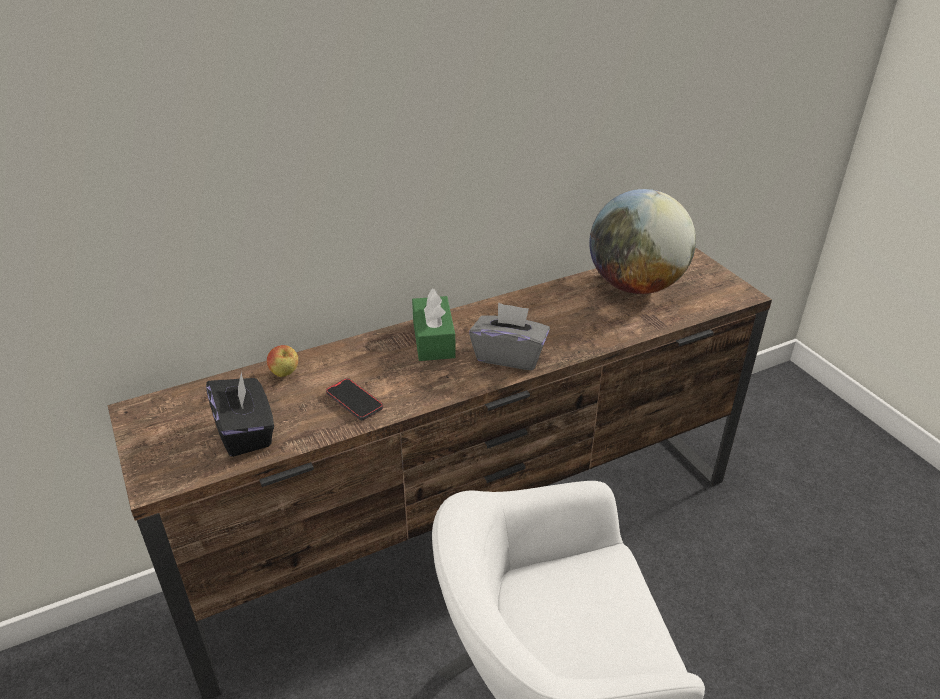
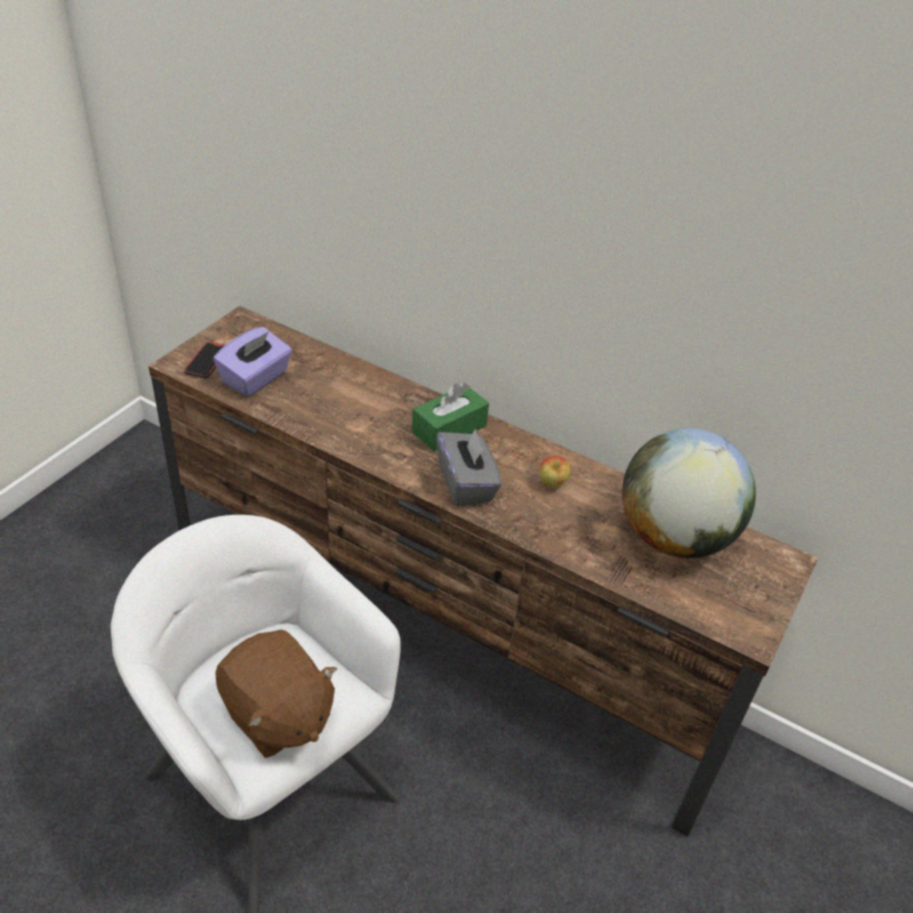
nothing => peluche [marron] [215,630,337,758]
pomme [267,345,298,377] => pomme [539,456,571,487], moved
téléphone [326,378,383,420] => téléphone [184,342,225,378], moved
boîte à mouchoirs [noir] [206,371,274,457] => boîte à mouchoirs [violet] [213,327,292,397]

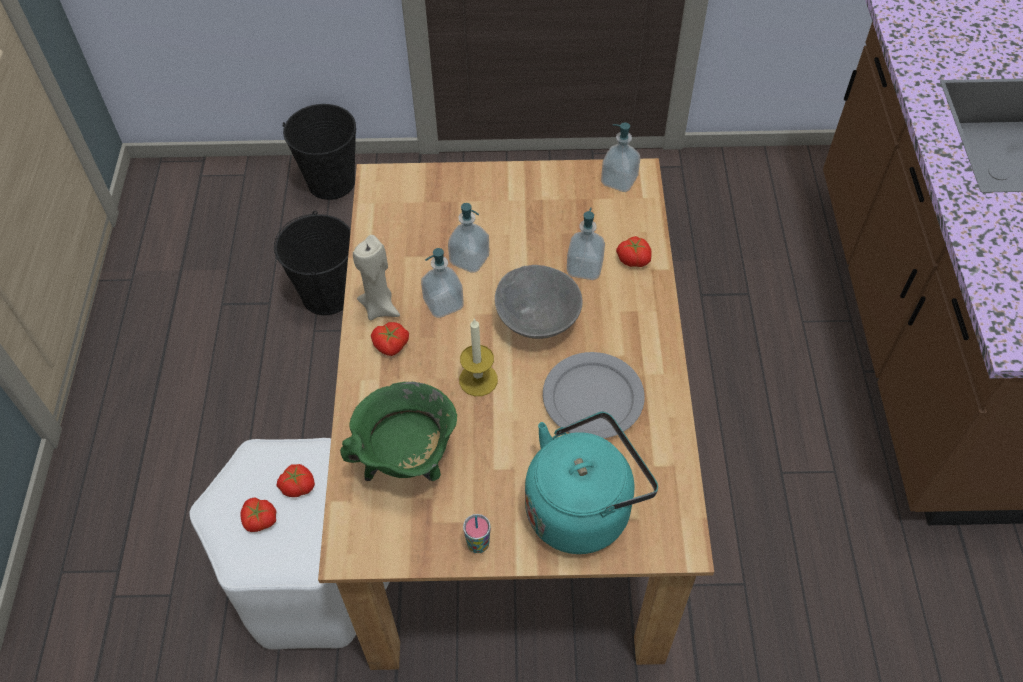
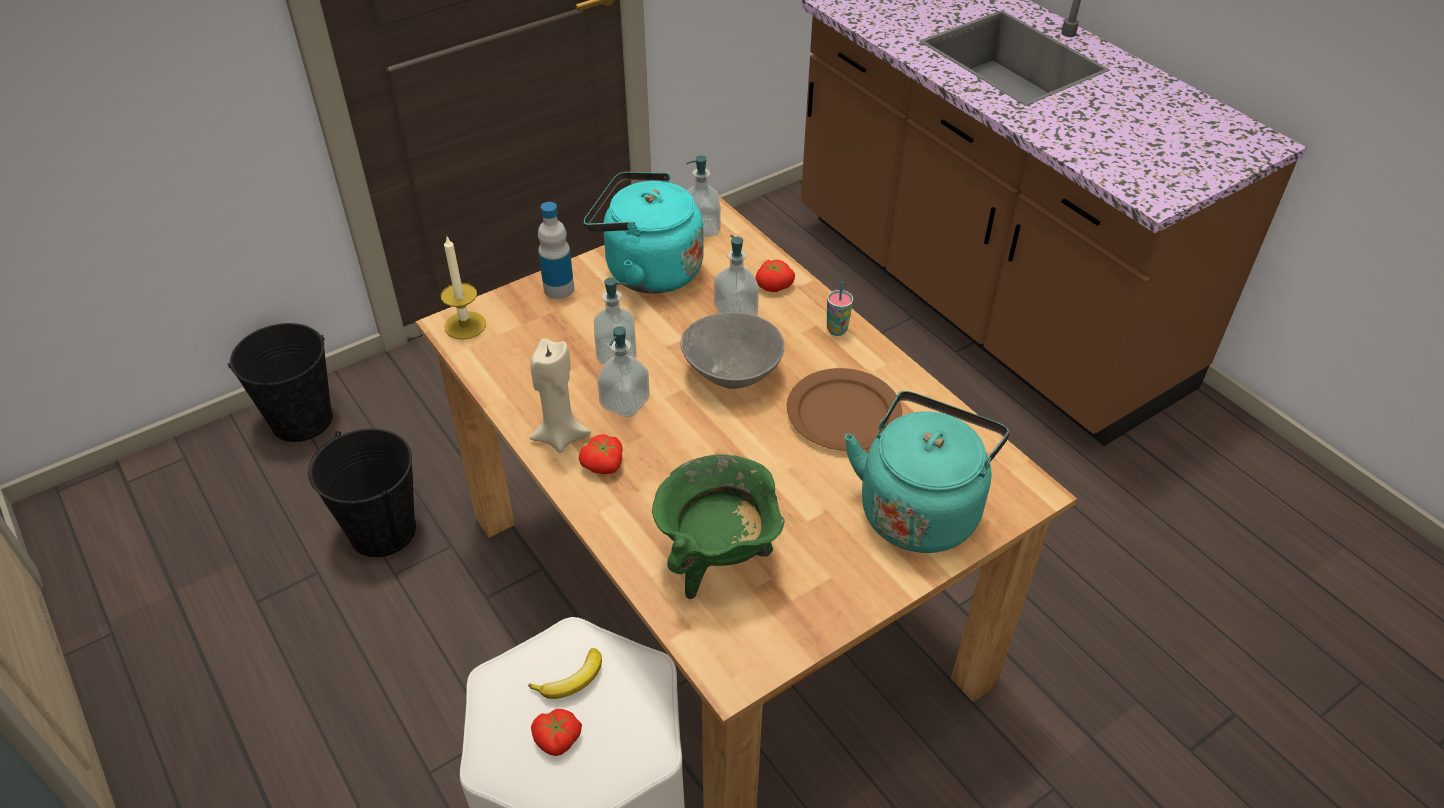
nothing => bouteille [538,202,574,299]
nothing => bouilloire [turquoise] [584,172,704,294]
bougie [459,318,498,396] => bougie [441,235,486,340], moved
tasse [463,514,491,553] => tasse [827,281,853,336], moved
tomate [277,464,315,497] => banane [528,648,602,699]
assiette [gris] [543,352,645,438] => assiette [marron] [787,368,902,451]

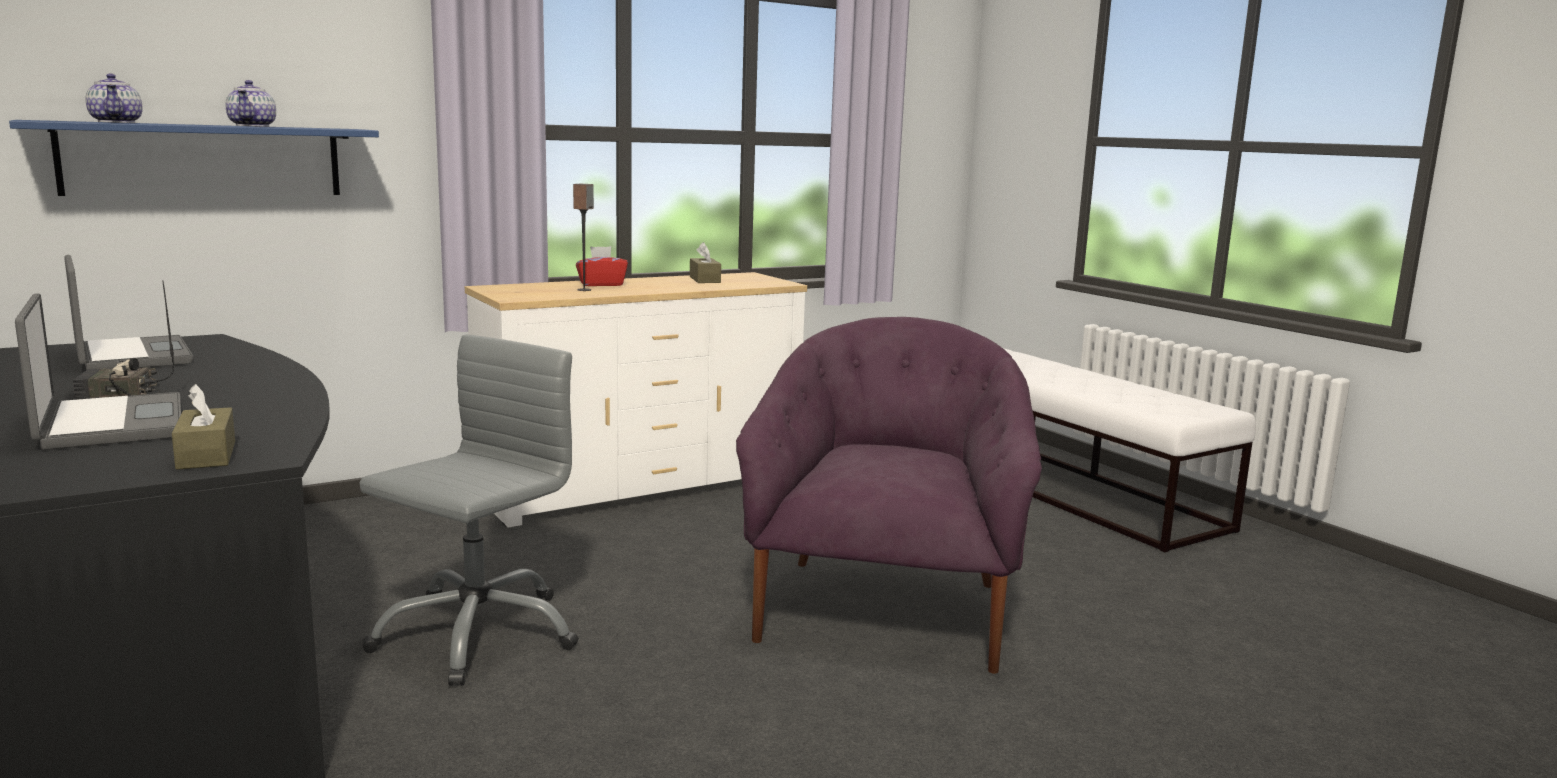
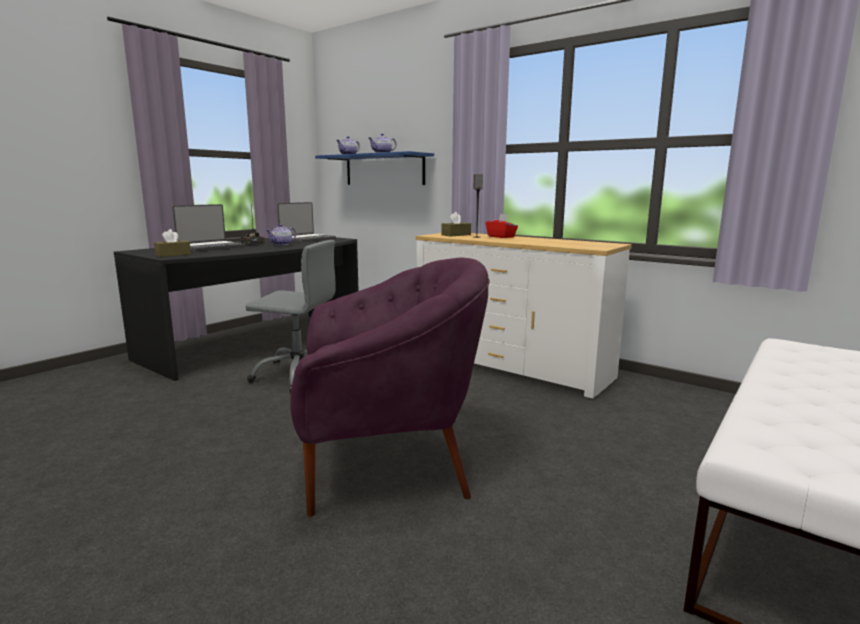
nothing => théière [266,224,296,245]
boîte à mouchoirs [marron] [690,242,721,283] => boîte à mouchoirs [marron] [441,212,471,236], moved

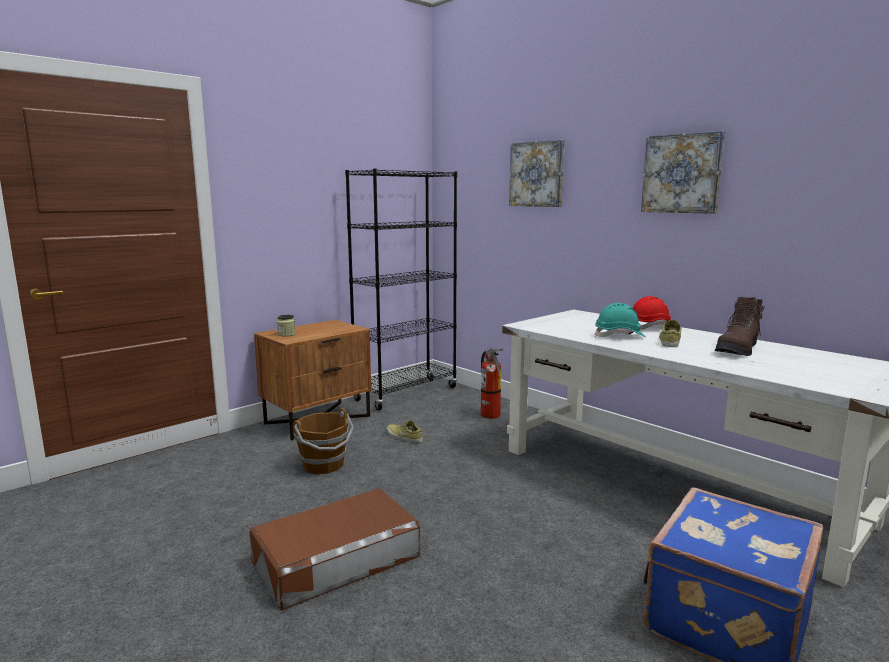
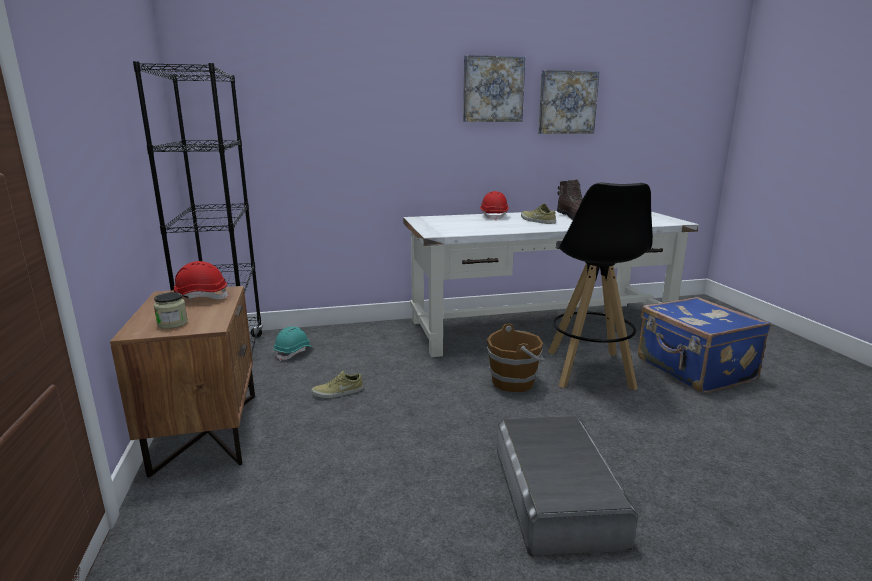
extincteur [481,348,503,419] => nothing
nothing => casque de chantier [rouge] [173,261,229,299]
nothing => tabouret [noir] [548,182,653,391]
seau [marron] [293,409,354,474] => seau [marron] [487,323,544,392], moved
tableau [509,140,565,207] => tableau [538,70,600,134], moved
casque de chantier [turquoise] [595,303,646,338] => casque de chantier [turquoise] [274,326,313,361], moved
boîte de rangement [marron] [249,489,420,610] => boîte de rangement [gris] [497,416,639,556]

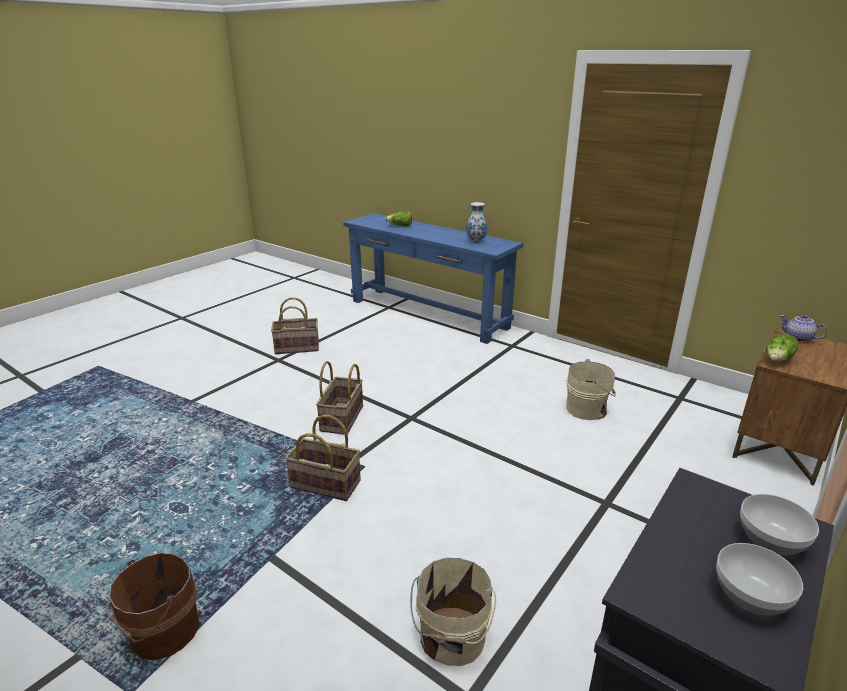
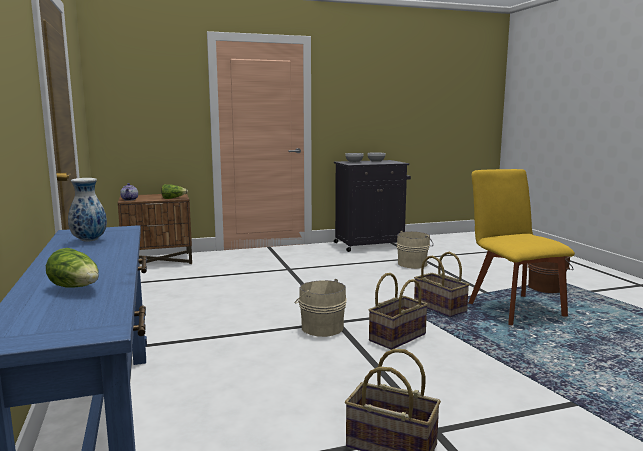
nothing => chaise [jaune] [468,169,575,325]
seau [beige] [566,359,616,420] => seau [beige] [295,279,347,337], moved

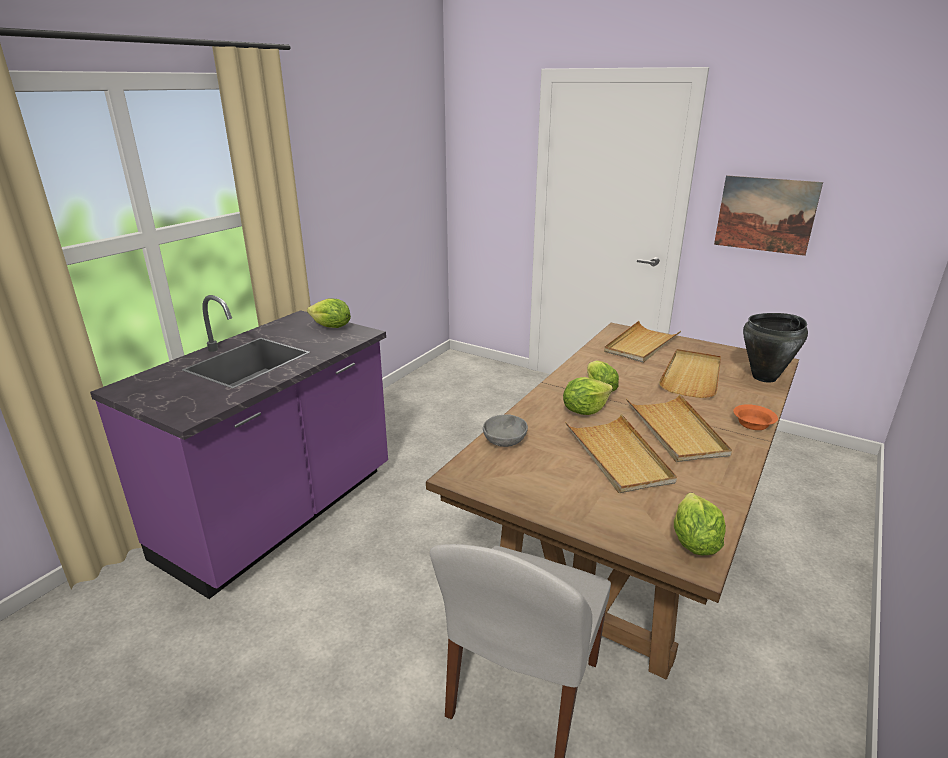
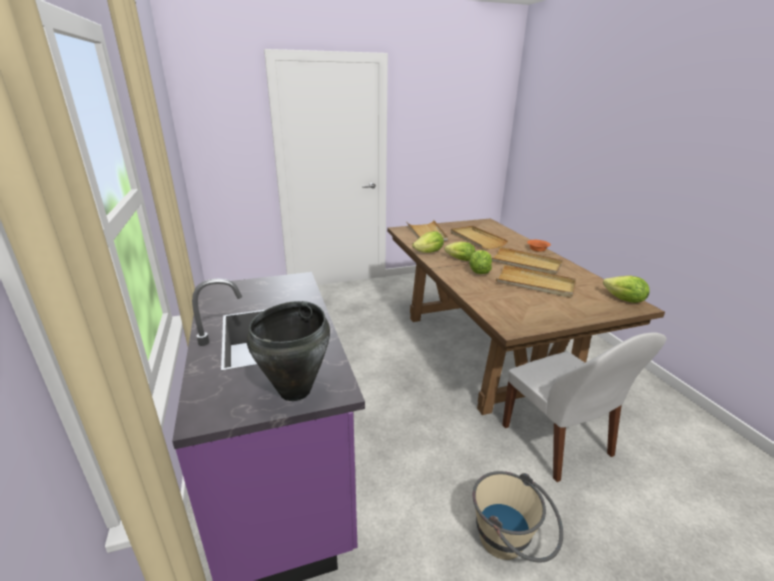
bol [gris] [483,414,528,447] => nothing
tableau [714,175,823,256] => nothing
nothing => seau [beige] [472,471,563,563]
laitue [307,298,351,328] => laitue [412,231,444,253], moved
marmite [noir] [743,313,808,382] => marmite [noir] [247,301,330,401], moved

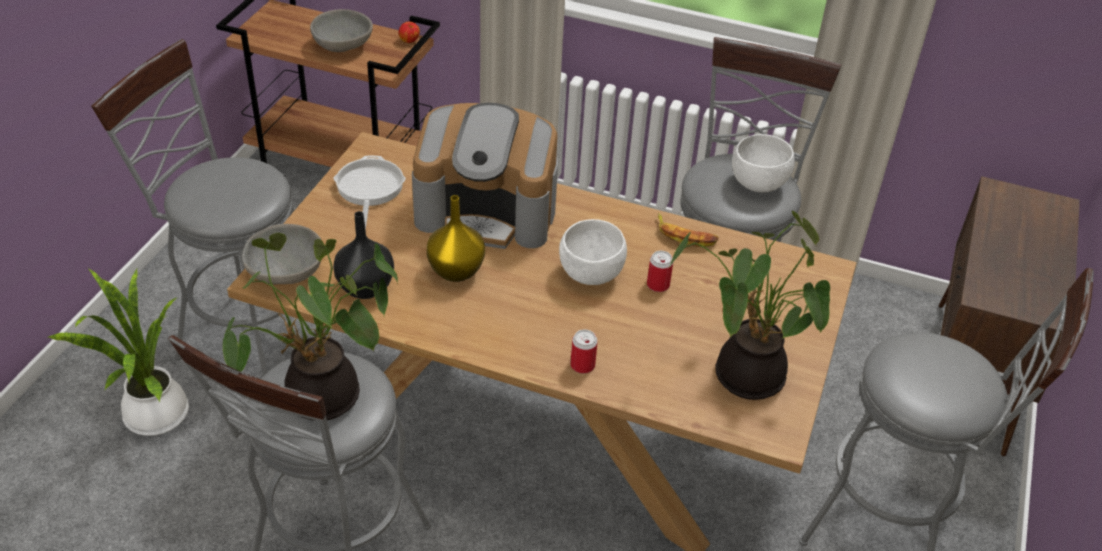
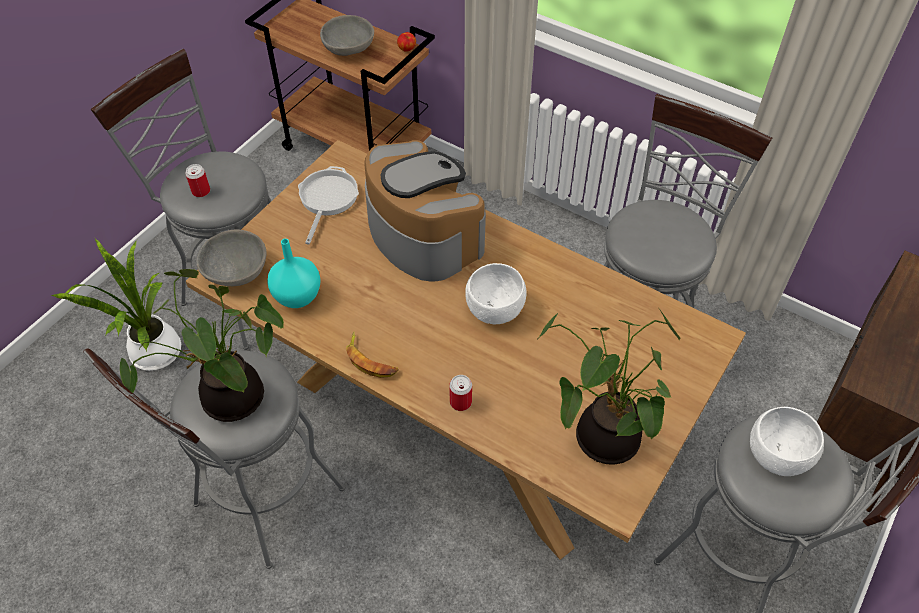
vase [jaune] [426,195,485,282] => nothing
boîte métallique [647,251,673,292] => boîte métallique [185,164,210,197], moved
banane [658,213,719,247] => banane [346,332,398,378], moved
bol [blanc] [732,134,795,192] => bol [blanc] [750,407,824,476], moved
vase [noir] [333,211,394,299] => vase [turquoise] [267,239,321,308]
machine à café [412,103,558,249] => machine à café [364,140,486,281], 150 degrees counterclockwise

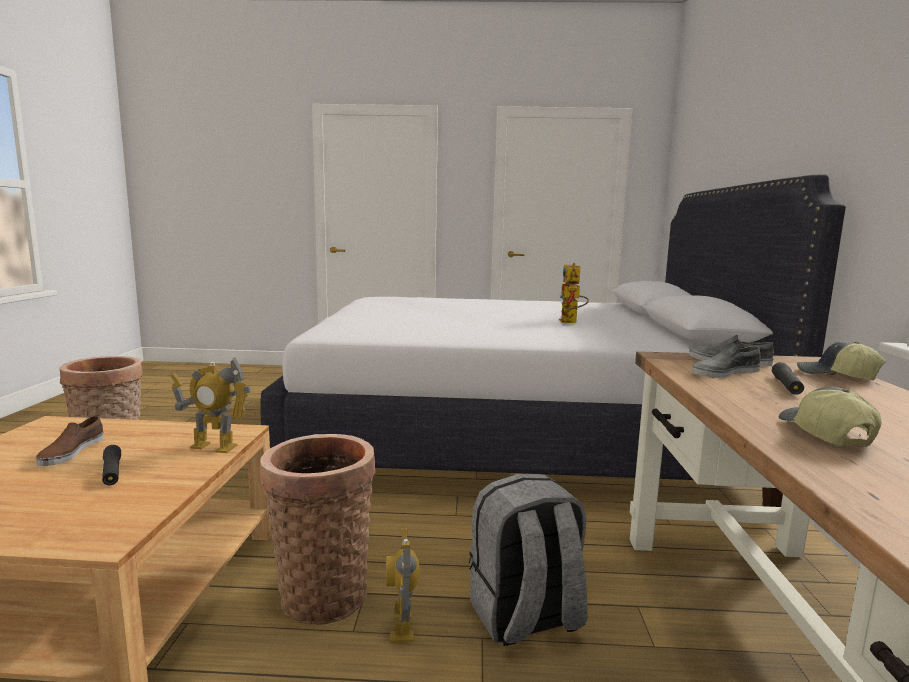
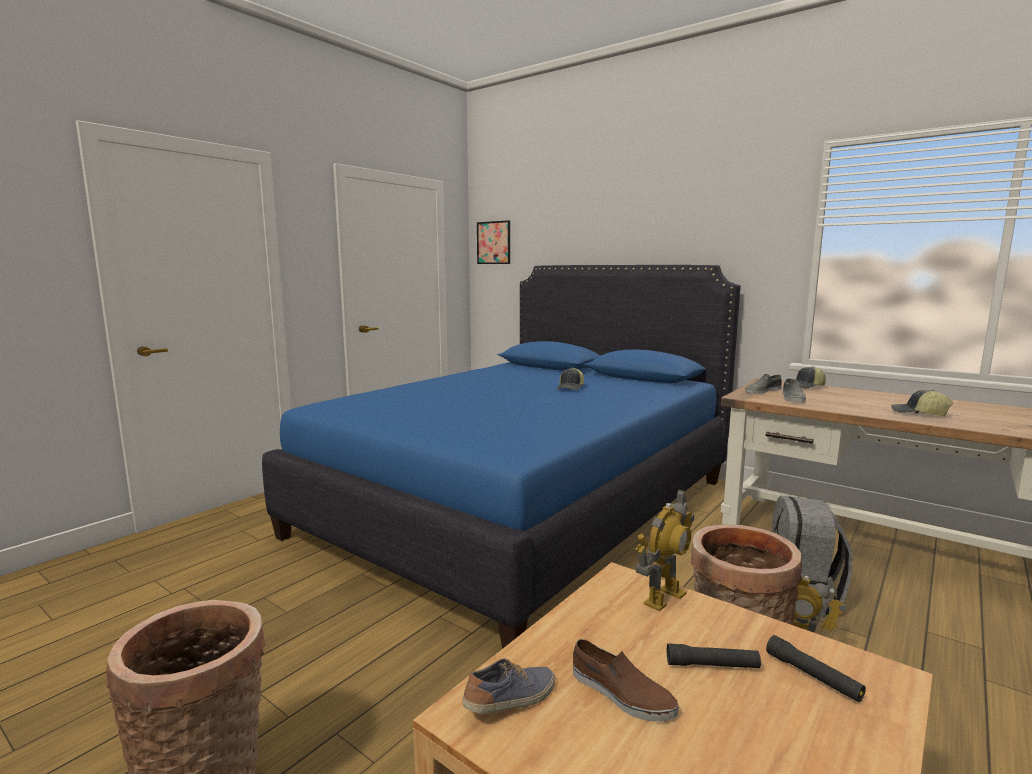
nothing => chaussure [462,658,555,714]
nothing => tableau [477,220,510,264]
lampe de poche [noir] [772,362,804,395] => lampe de poche [noir] [766,635,866,702], moved
robot jouet [559,263,589,323] => casquette [557,368,584,390]
lit [blanc] [260,174,846,507] => lit [bleu] [262,265,741,649]

